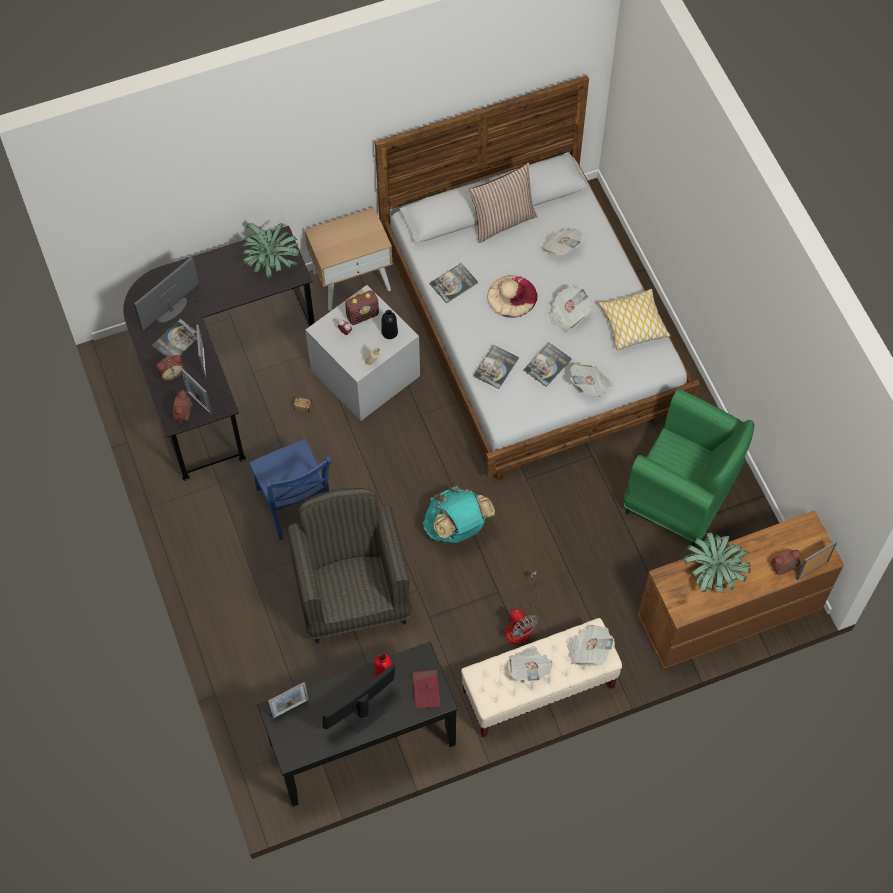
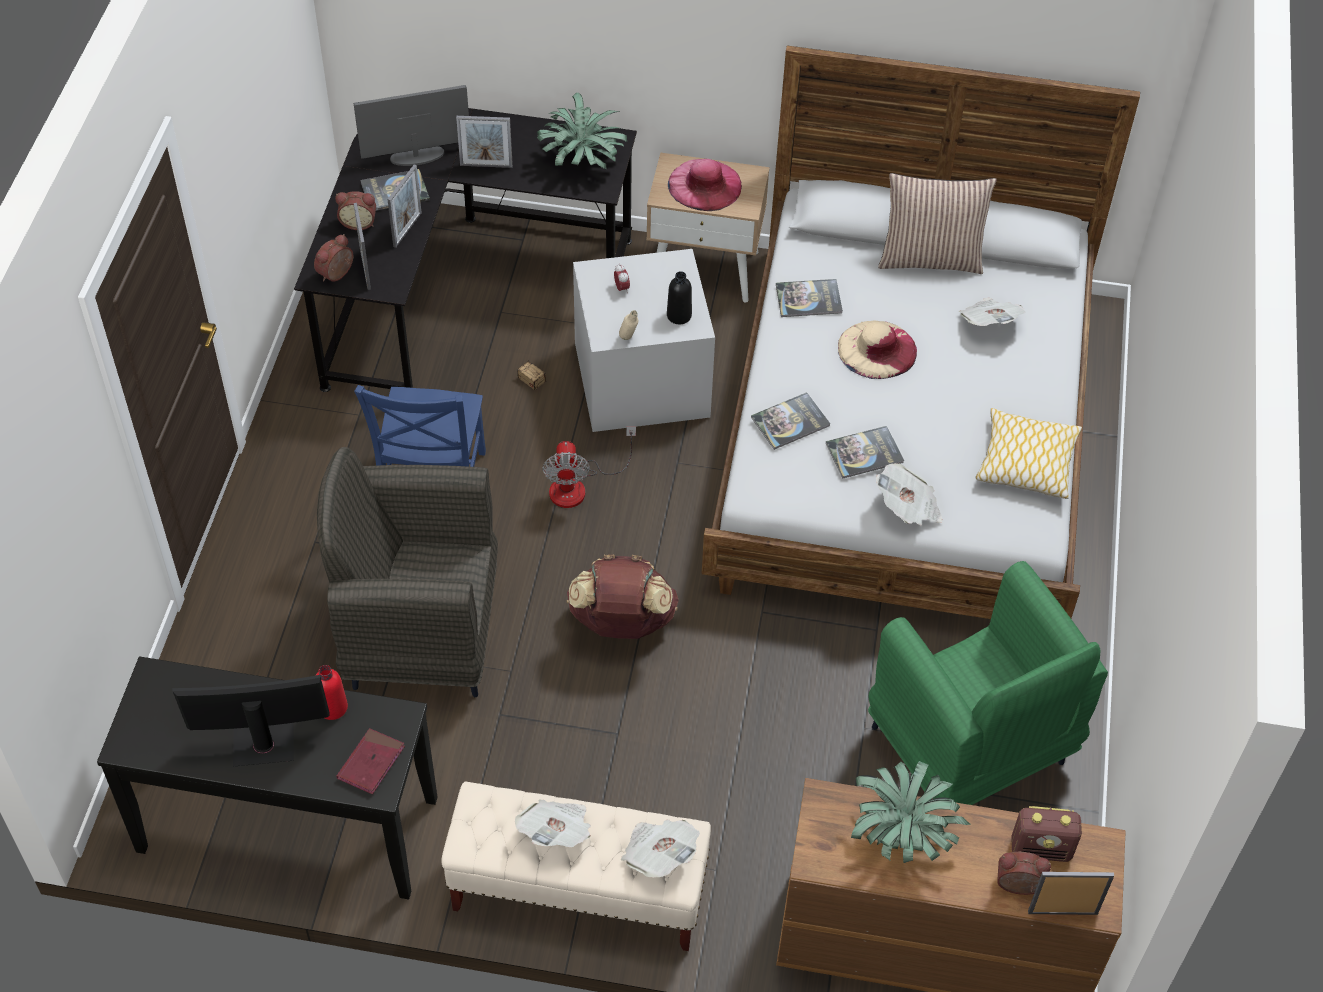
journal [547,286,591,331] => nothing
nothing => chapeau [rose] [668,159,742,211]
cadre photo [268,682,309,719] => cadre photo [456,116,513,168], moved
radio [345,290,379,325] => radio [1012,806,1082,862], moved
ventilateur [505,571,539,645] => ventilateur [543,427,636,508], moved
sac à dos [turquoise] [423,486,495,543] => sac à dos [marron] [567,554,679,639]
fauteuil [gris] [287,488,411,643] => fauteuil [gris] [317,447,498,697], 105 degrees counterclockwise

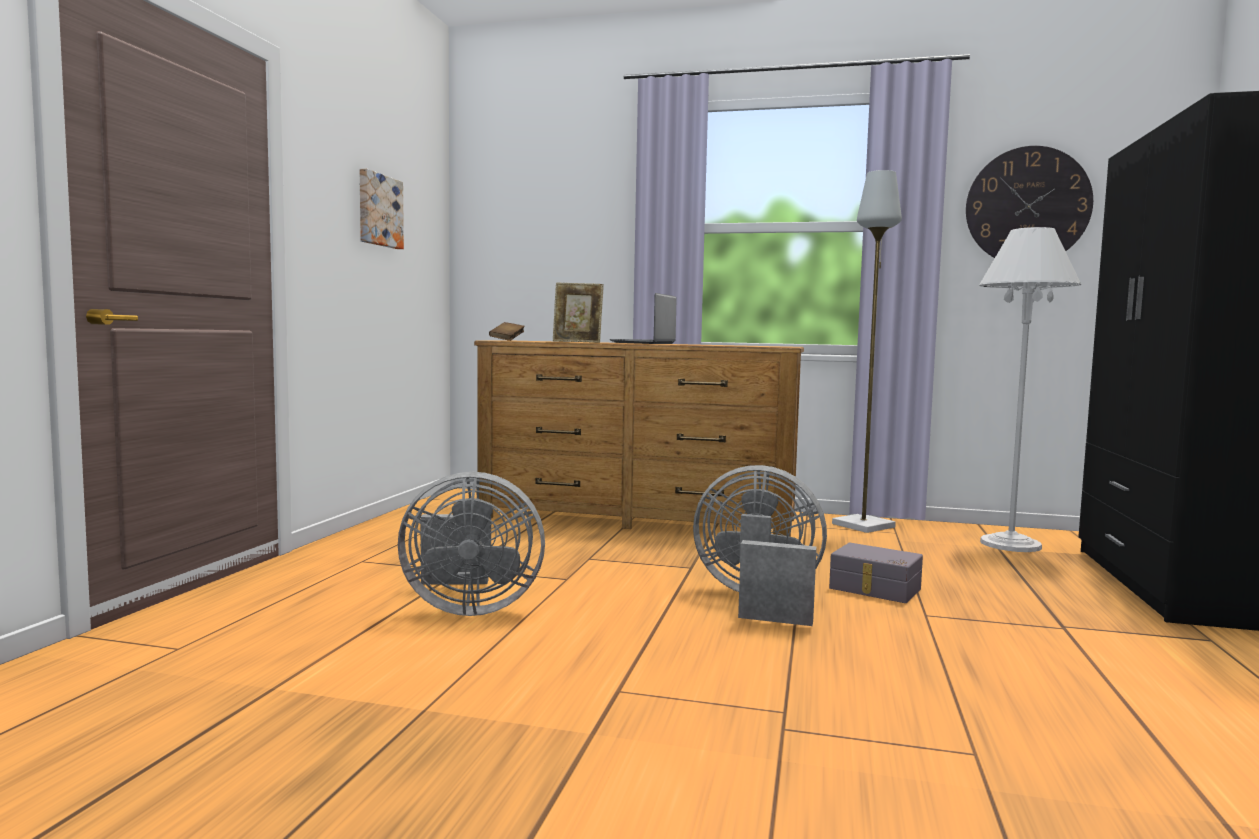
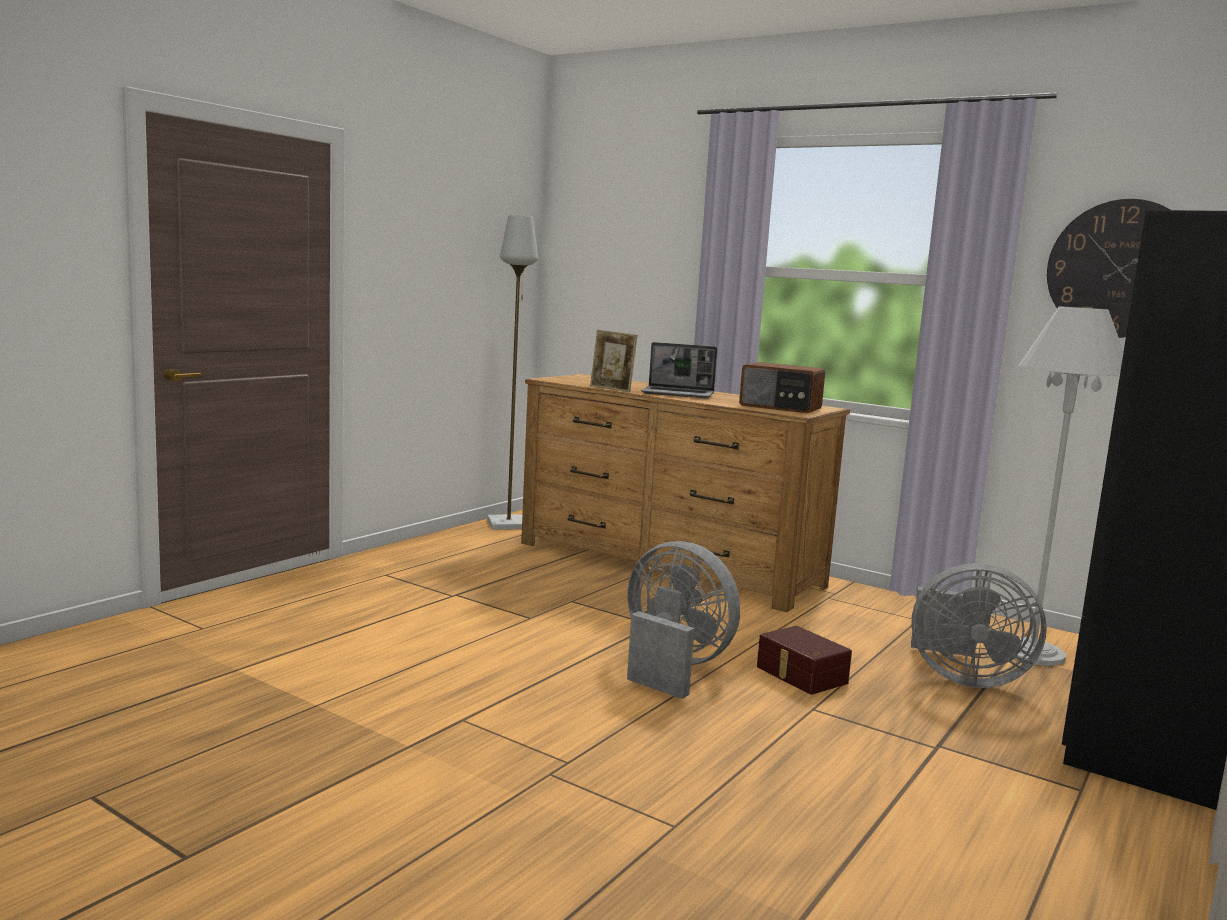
tableau [360,169,404,249] => nothing
livre [marron] [489,322,525,341] => nothing
nothing => radio [739,362,825,413]
ventilateur [gris] [398,472,545,616] => ventilateur [gris] [911,563,1047,688], moved
lampadaire [gris] [832,170,902,533] => lampadaire [gris] [487,215,538,530], moved
boîte de rangement [gris] [829,543,923,603] => boîte de rangement [marron] [757,626,852,695]
ordinateur portable [610,293,676,344] => ordinateur portable [641,342,717,399], 120 degrees counterclockwise

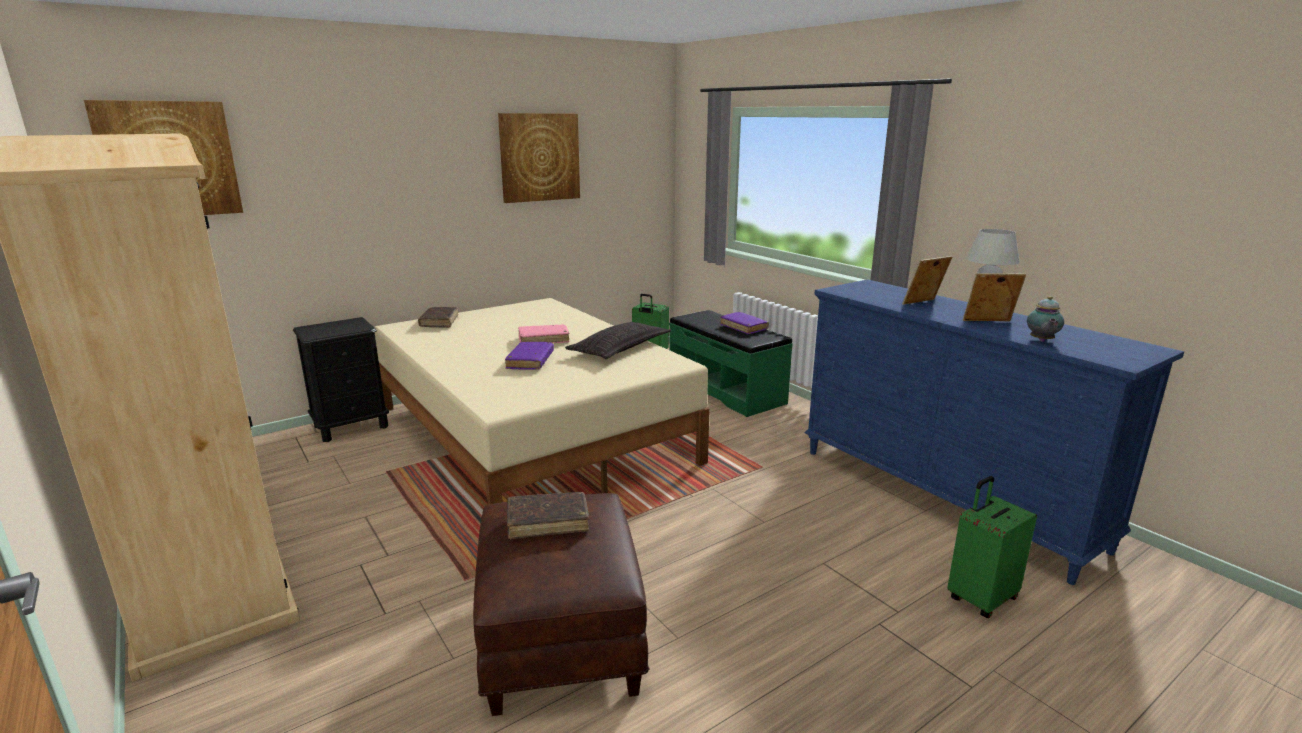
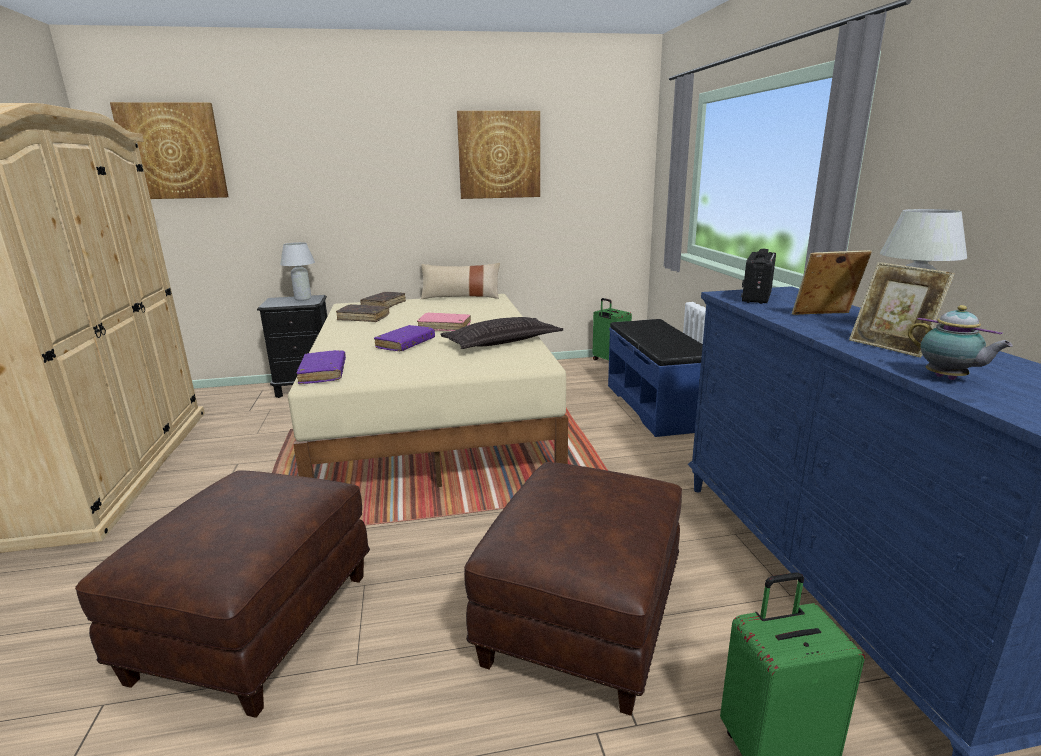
nothing => lampe de table [blanc] [280,242,315,301]
nothing => coussin [beige] [421,263,500,300]
nothing => pouf [marron] [464,462,682,716]
nothing => radio [741,249,776,304]
livre [marron] [507,492,589,539] => livre [marron] [336,304,389,322], moved
livre [violet] [720,312,769,334] => livre [violet] [296,350,346,384], moved
banc [vert] [669,310,793,417] => banc [bleu] [608,319,703,437]
cadre photo [963,273,1026,321] => cadre photo [849,262,955,358], 150 degrees counterclockwise
théière [1027,296,1064,342] => théière [908,305,1013,380], 75 degrees counterclockwise

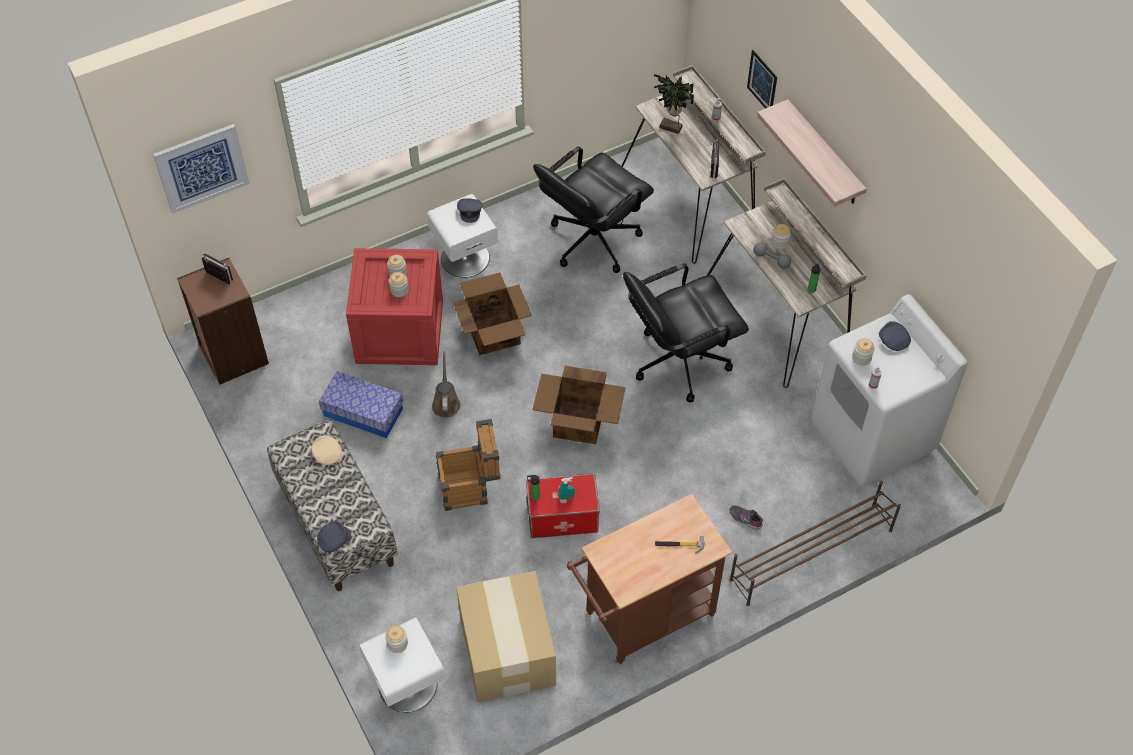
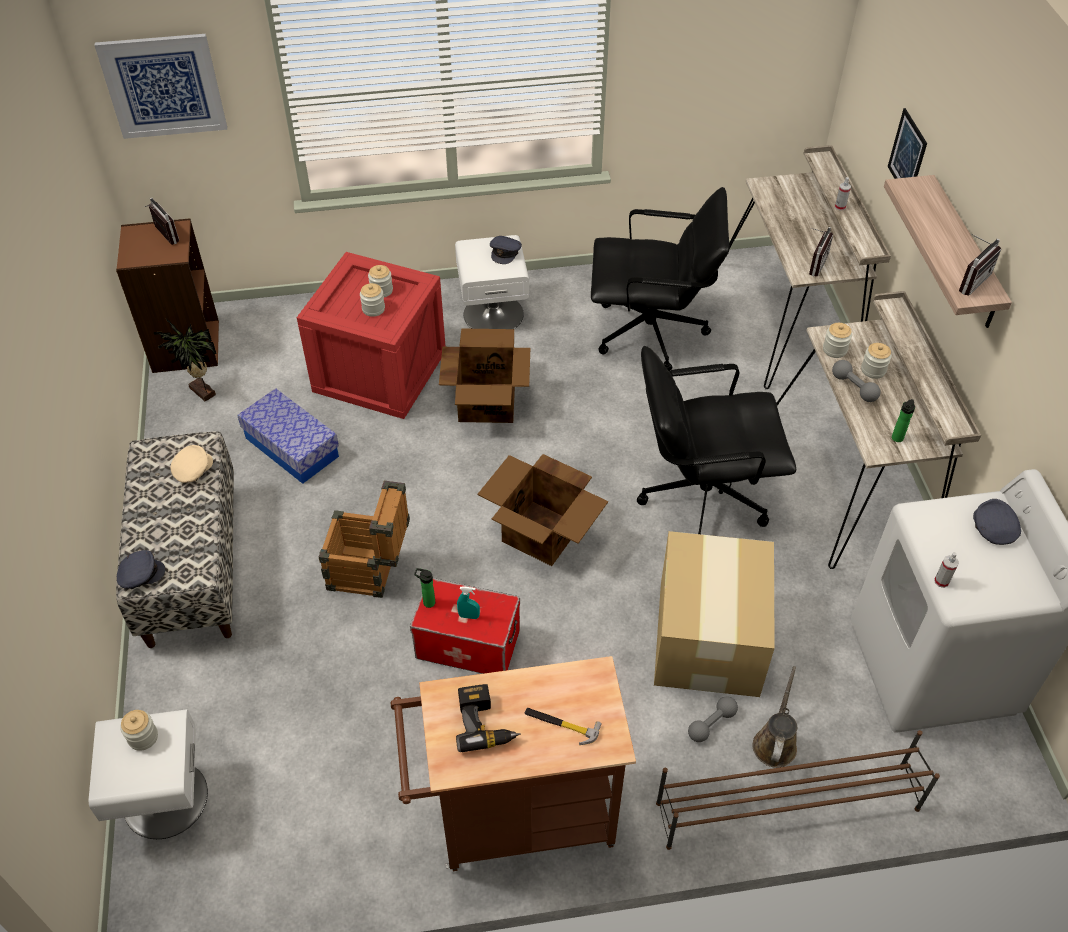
nothing => perceuse [456,684,521,752]
nothing => radio [959,234,1001,295]
arrosoir [marron] [432,351,461,418] => arrosoir [marron] [752,666,797,768], moved
carton [456,571,556,702] => carton [654,531,775,697], moved
plante en pot [654,74,694,134] => plante en pot [154,318,217,401], moved
bocal [852,338,875,366] => bocal [823,323,852,358], moved
chaussure [gris] [729,505,763,530] => haltère [gris] [688,697,738,742]
casquette [beige] [312,436,342,465] => casquette [beige] [171,445,213,483], 45 degrees clockwise
chaise de bureau [noir] [533,146,654,273] => chaise de bureau [noir] [591,187,729,371], 150 degrees counterclockwise

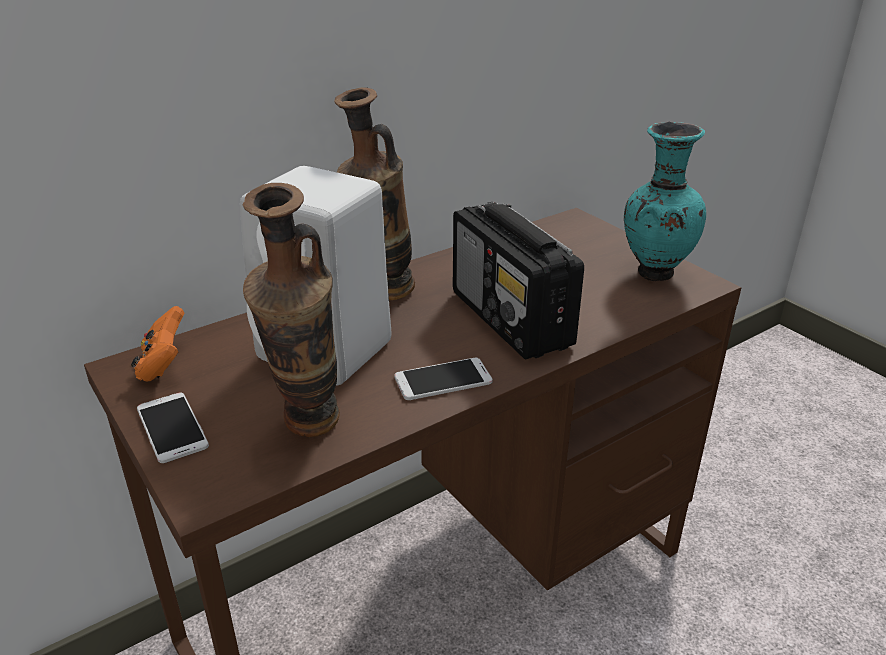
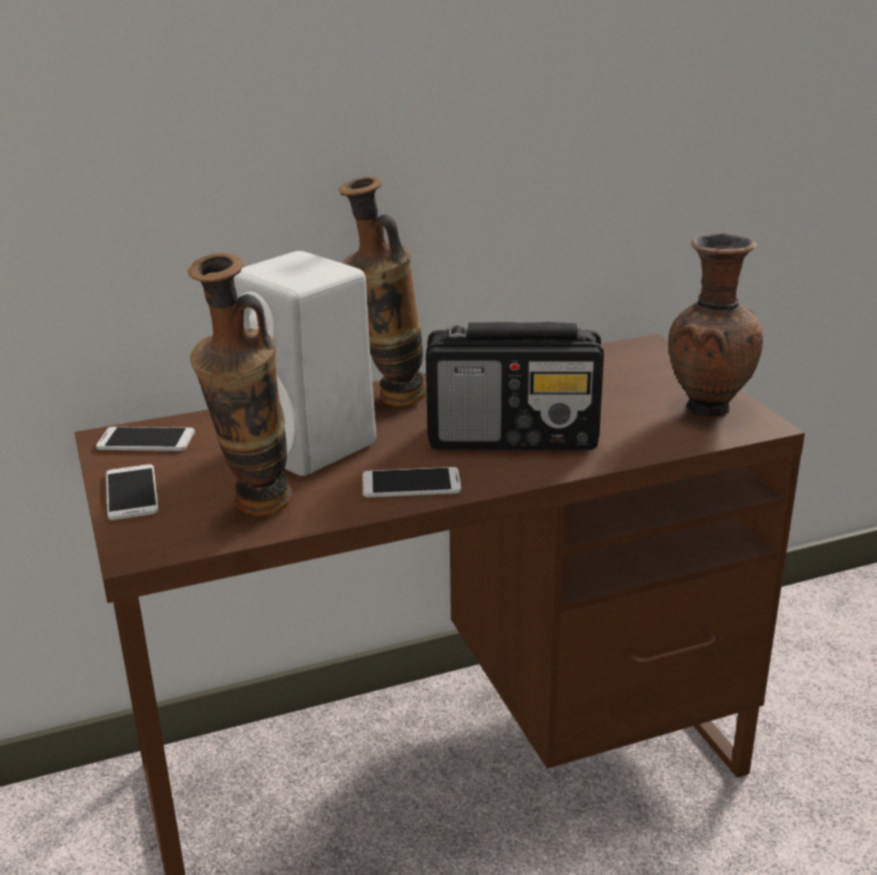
manette [orange] [131,306,184,382] => téléphone [96,427,195,451]
vase [turquoise] [624,122,706,281] => vase [marron] [668,233,763,417]
radio [453,202,584,359] => radio [426,322,604,450], 75 degrees counterclockwise

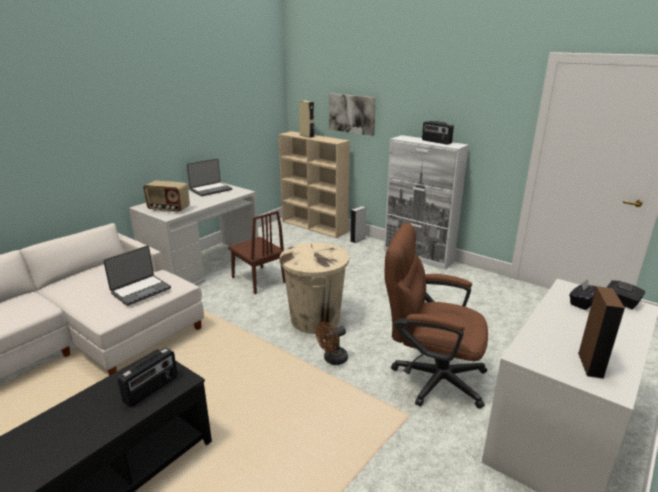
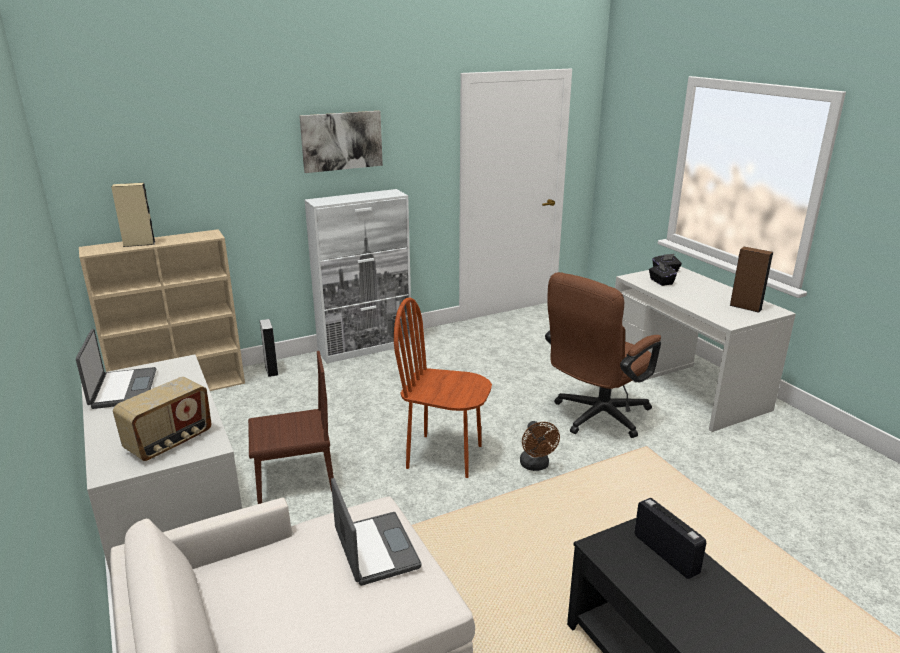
radio [422,121,454,145] => nothing
tableau [329,93,376,136] => tableau [299,111,383,173], moved
poubelle [beige] [280,242,349,334] => chaise [marron] [394,298,492,478]

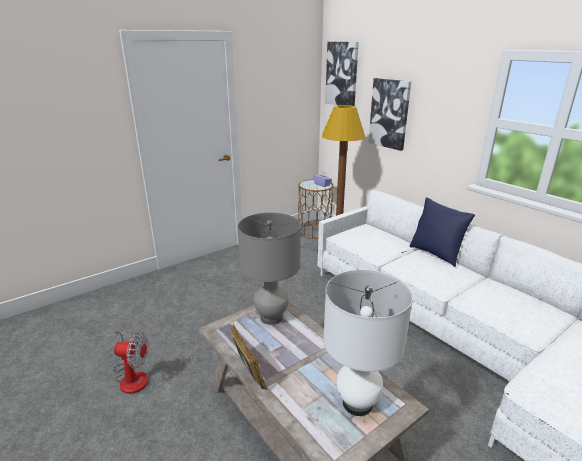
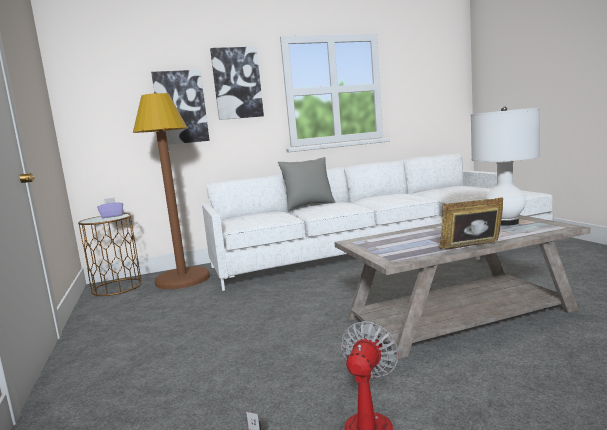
lampe de table [gris] [238,212,301,325] => nothing
tableau [325,42,359,106] => tableau [210,47,264,120], moved
coussin [bleu] [409,197,475,267] => coussin [gris] [278,157,335,210]

